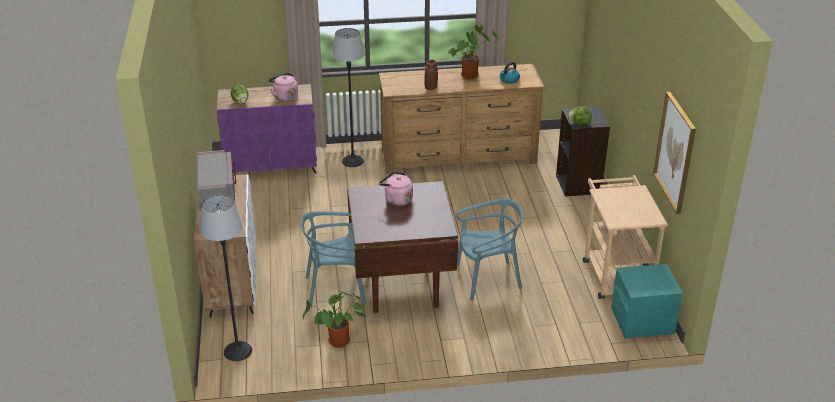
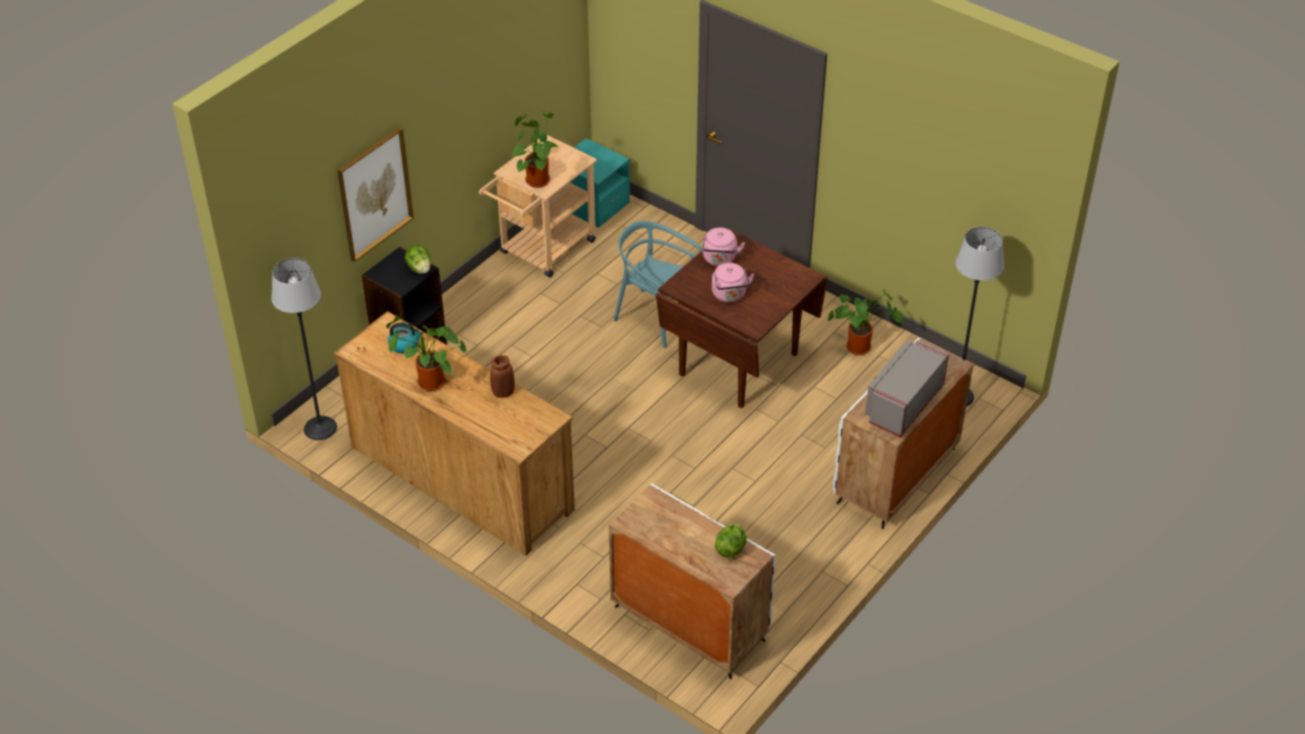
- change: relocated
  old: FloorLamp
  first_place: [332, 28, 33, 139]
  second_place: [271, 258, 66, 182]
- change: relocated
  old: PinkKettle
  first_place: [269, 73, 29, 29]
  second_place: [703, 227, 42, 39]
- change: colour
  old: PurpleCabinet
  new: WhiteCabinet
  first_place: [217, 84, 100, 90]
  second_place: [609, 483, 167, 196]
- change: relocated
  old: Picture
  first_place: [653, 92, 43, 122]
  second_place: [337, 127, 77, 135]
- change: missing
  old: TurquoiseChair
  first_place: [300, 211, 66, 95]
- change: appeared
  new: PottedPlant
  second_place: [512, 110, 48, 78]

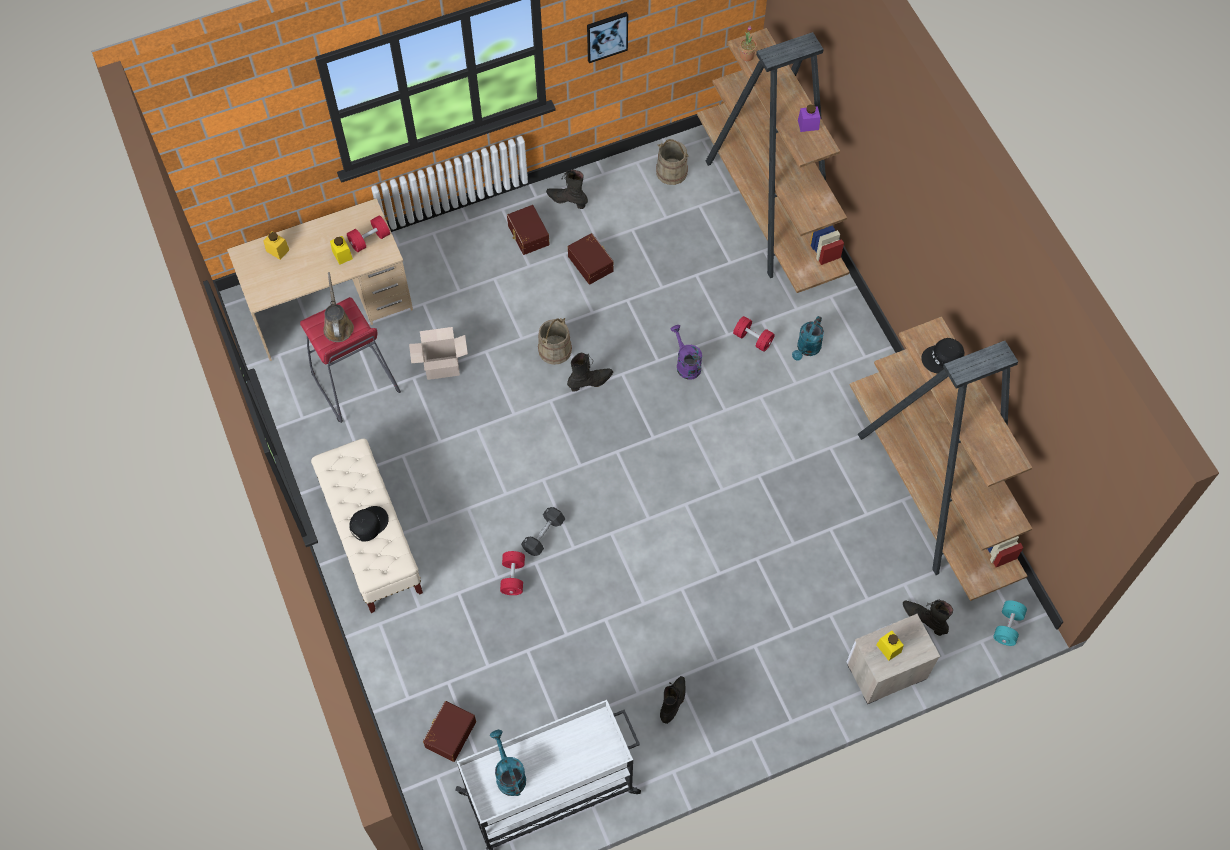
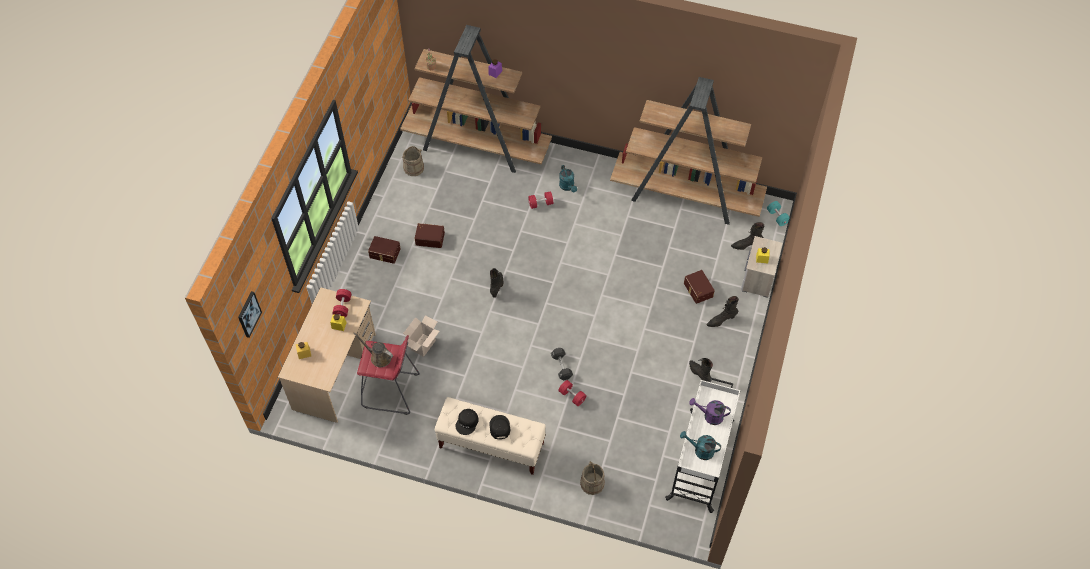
- change: relocated
  old: Picture
  first_place: [587, 12, 41, 51]
  second_place: [238, 291, 24, 47]
- change: relocated
  old: BlackBoot
  first_place: [546, 170, 42, 39]
  second_place: [707, 296, 32, 31]
- change: relocated
  old: BeigeBucket
  first_place: [538, 318, 34, 47]
  second_place: [580, 461, 25, 34]
- change: relocated
  old: PurpleWateringCan
  first_place: [670, 325, 32, 55]
  second_place: [689, 398, 42, 27]
- change: relocated
  old: BlackCap
  first_place: [921, 338, 44, 35]
  second_place: [456, 409, 23, 26]
- change: relocated
  old: BrownStorageBox
  first_place: [423, 701, 53, 61]
  second_place: [684, 270, 31, 34]

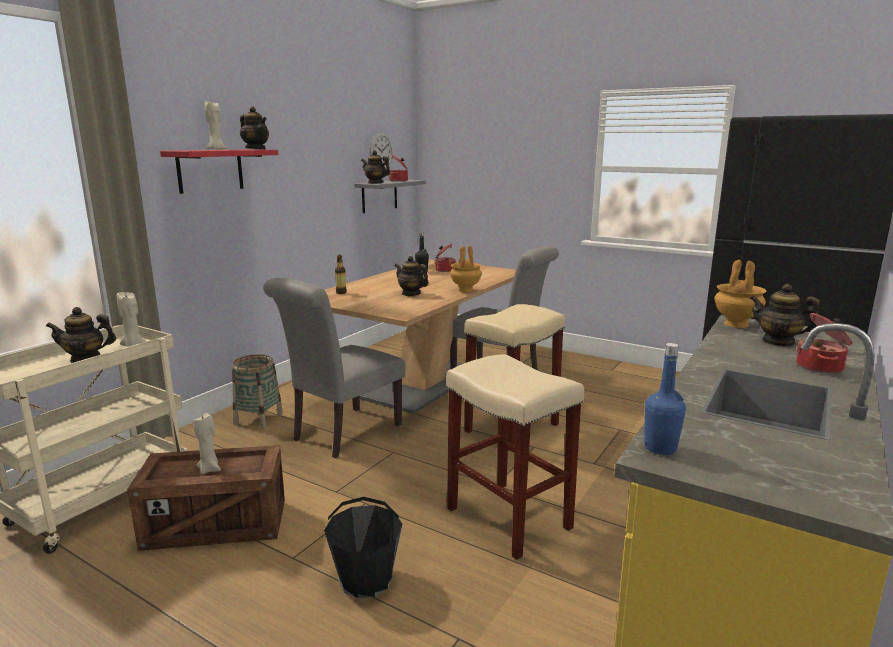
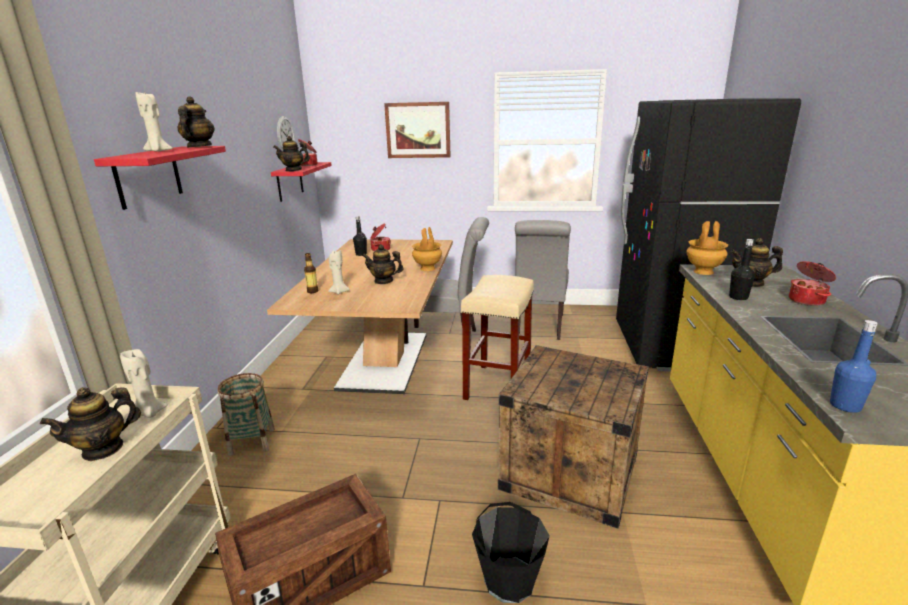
- change: spun
  old: Teapot
  first_place: [240, 106, 29, 43]
  second_place: [177, 96, 38, 52]
  degrees: -105
- change: colour
  old: GreyShelf
  new: RedShelf
  first_place: [354, 180, 72, 33]
  second_place: [271, 162, 61, 40]
- change: relocated
  old: GreyChair
  first_place: [263, 278, 142, 180]
  second_place: [515, 220, 56, 120]
- change: exchanged
  old: BeigeStool
  new: Crate
  first_place: [446, 354, 138, 206]
  second_place: [498, 345, 151, 184]
- change: relocated
  old: BeigeCandle
  first_place: [193, 413, 28, 61]
  second_place: [328, 250, 22, 44]
- change: appeared
  new: Picture
  second_place: [384, 102, 67, 56]
- change: appeared
  new: BlackBottle
  second_place: [729, 239, 26, 61]

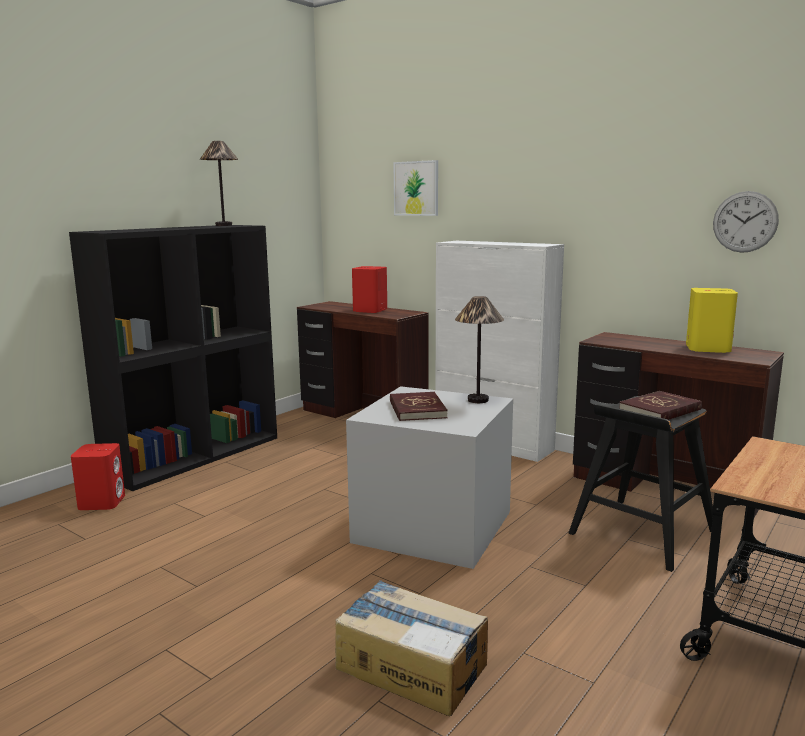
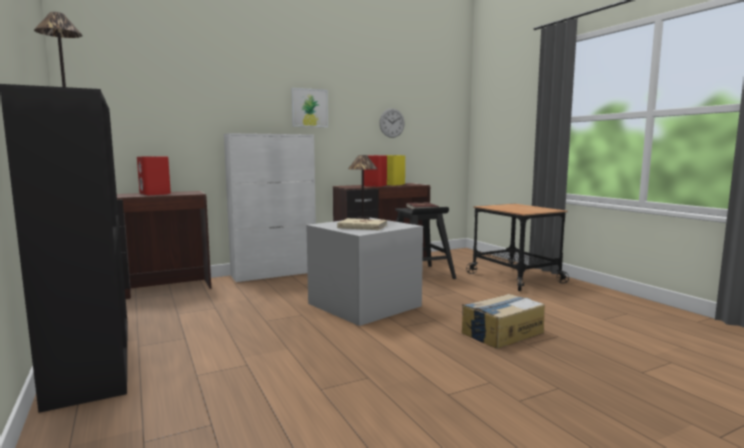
- change: relocated
  old: Picture
  first_place: [393, 160, 45, 56]
  second_place: [291, 88, 37, 39]
- change: colour
  old: RedBook
  new: BeigeBook
  first_place: [390, 392, 58, 29]
  second_place: [337, 218, 50, 12]
- change: relocated
  old: RedSpeaker
  first_place: [71, 443, 54, 67]
  second_place: [364, 155, 23, 32]

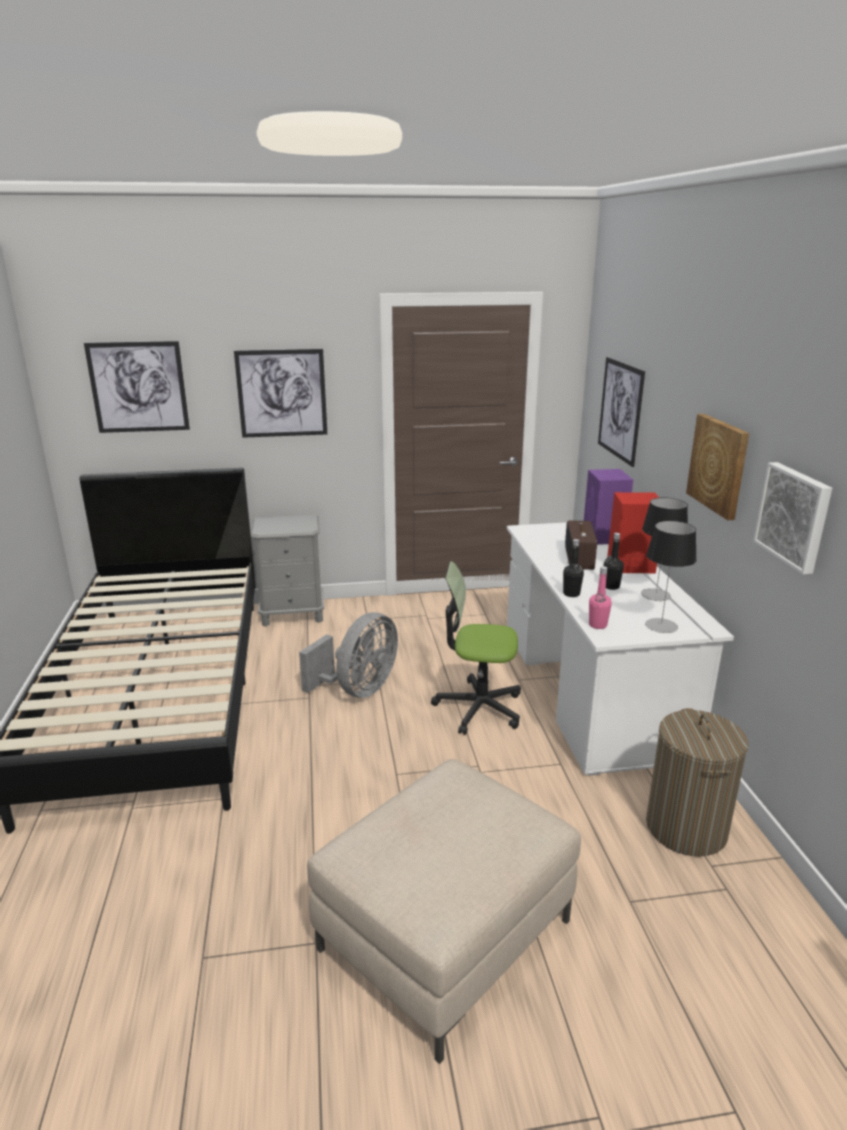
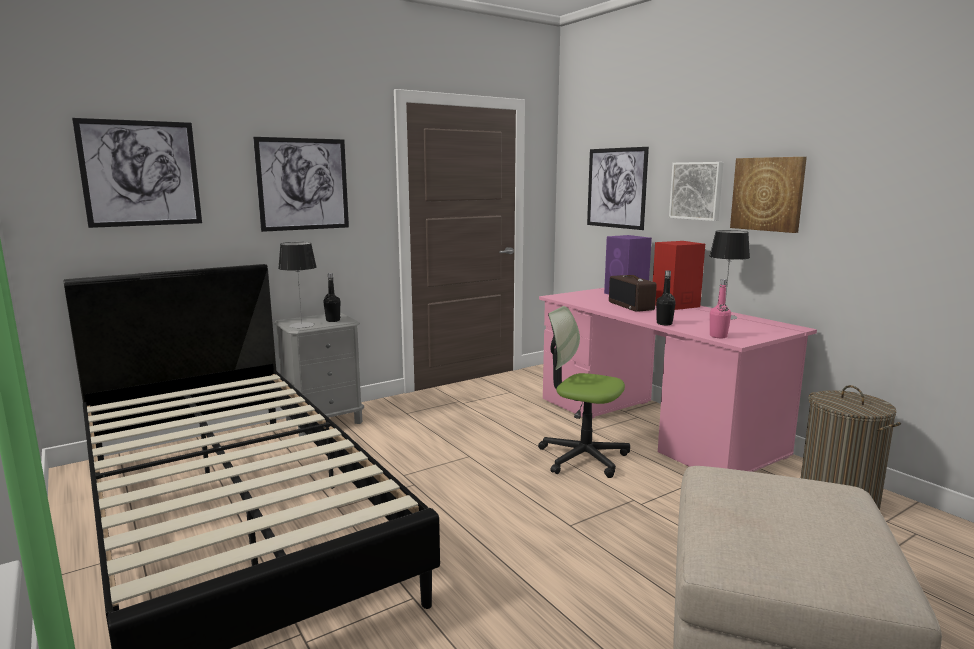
- change: relocated
  old: Picture
  first_place: [753, 462, 79, 112]
  second_place: [669, 162, 55, 59]
- change: relocated
  old: TableLamp
  first_place: [645, 521, 52, 112]
  second_place: [278, 242, 38, 86]
- change: colour
  old: WhiteDesk
  new: PinkDesk
  first_place: [507, 522, 227, 254]
  second_place: [539, 288, 278, 184]
- change: relocated
  old: BlackBottle
  first_place: [603, 533, 21, 57]
  second_place: [323, 273, 18, 49]
- change: spun
  old: OfficeChair
  first_place: [431, 561, 90, 174]
  second_place: [538, 306, 92, 172]
  degrees: 45
- change: missing
  old: GreyFan
  first_place: [299, 612, 99, 86]

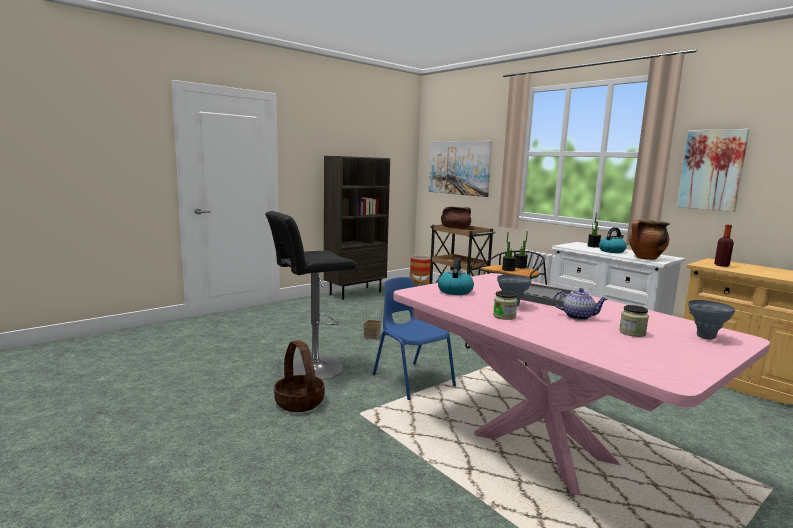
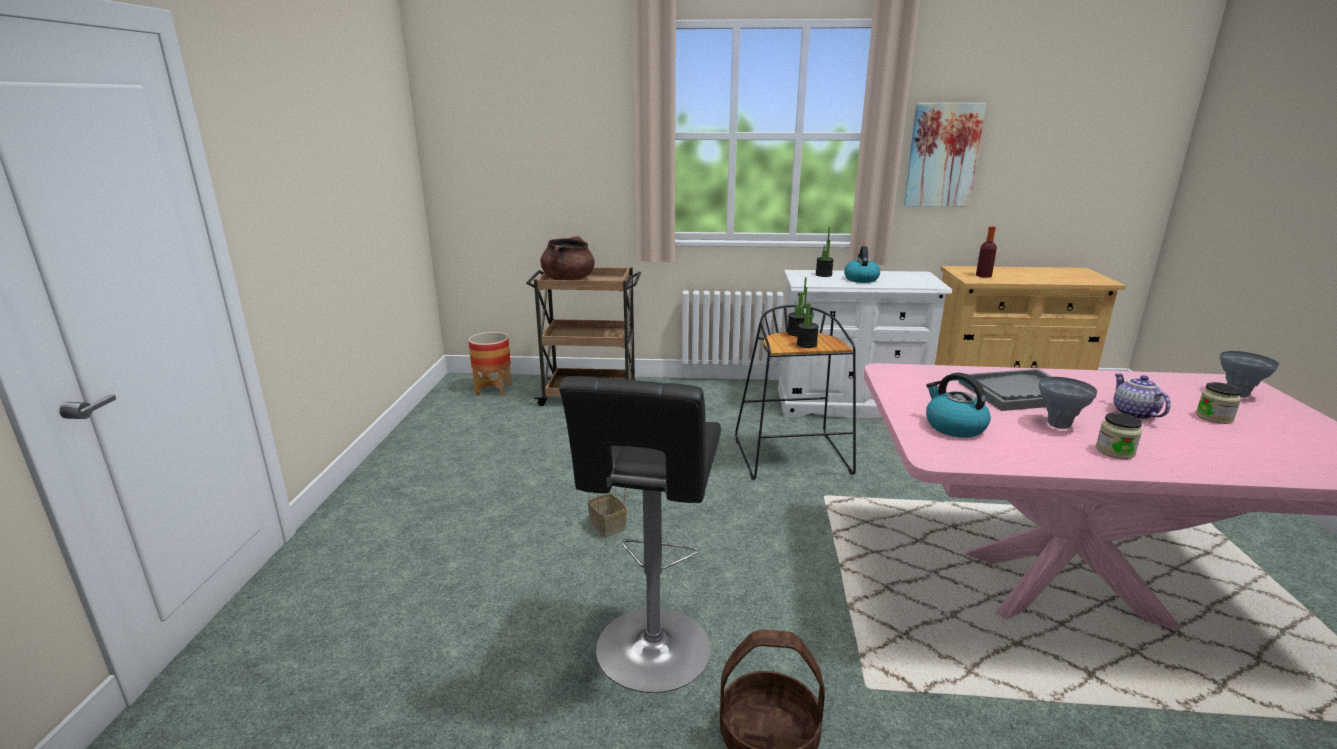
- change: missing
  old: Picture
  first_place: [428, 141, 64, 56]
- change: missing
  old: BrownBookcase
  first_place: [324, 156, 66, 144]
- change: missing
  old: CookingPot
  first_place: [629, 220, 40, 40]
- change: missing
  old: BlueChair
  first_place: [373, 277, 83, 123]
- change: spun
  old: Teapot
  first_place: [553, 288, 55, 32]
  second_place: [1113, 374, 58, 45]
  degrees: -75

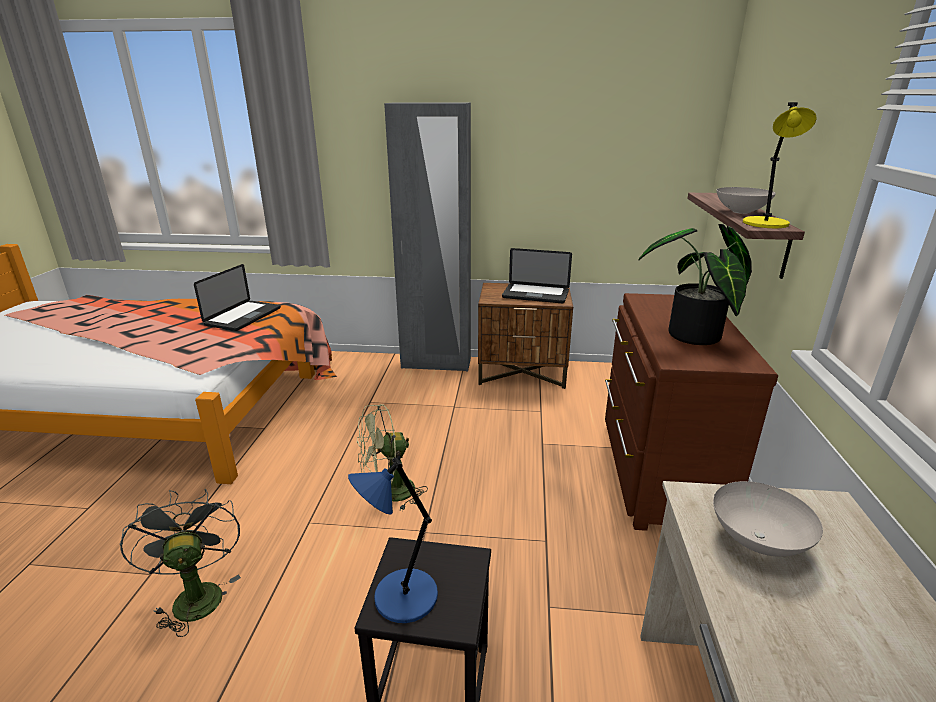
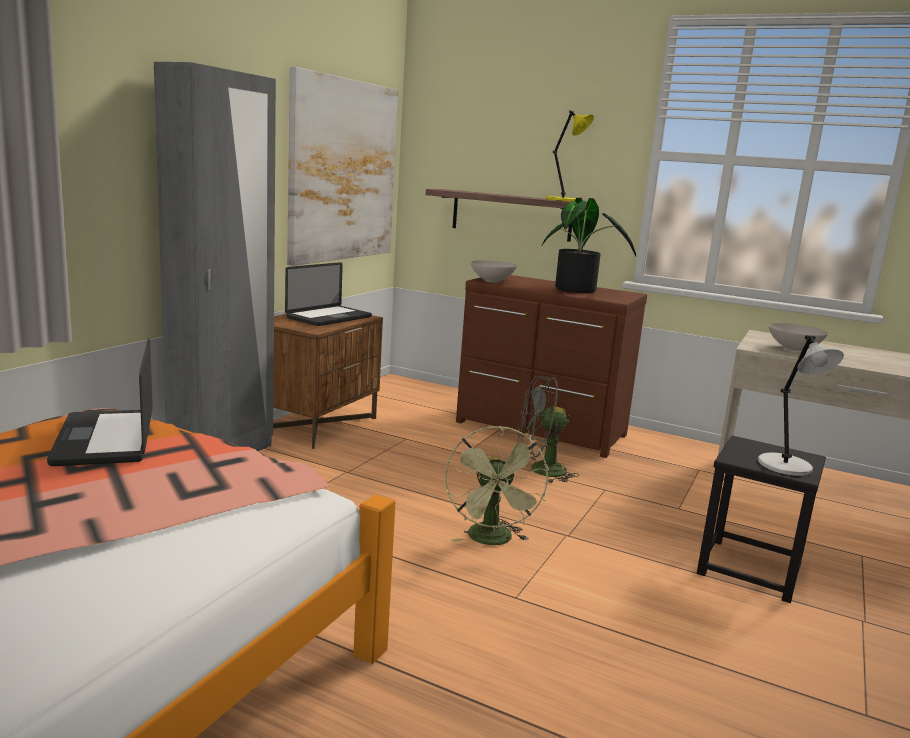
- change: relocated
  old: WhiteBowl
  first_place: [716, 187, 60, 27]
  second_place: [470, 260, 47, 23]
- change: spun
  old: Laptop
  first_place: [194, 264, 87, 67]
  second_place: [47, 339, 106, 127]
  degrees: -150
- change: colour
  old: BlueTableLamp
  new: GreyTableLamp
  first_place: [348, 457, 90, 166]
  second_place: [758, 335, 86, 141]
- change: relocated
  old: GreyFan
  first_place: [120, 489, 121, 148]
  second_place: [517, 376, 62, 107]
- change: appeared
  new: Picture
  second_place: [287, 67, 111, 199]

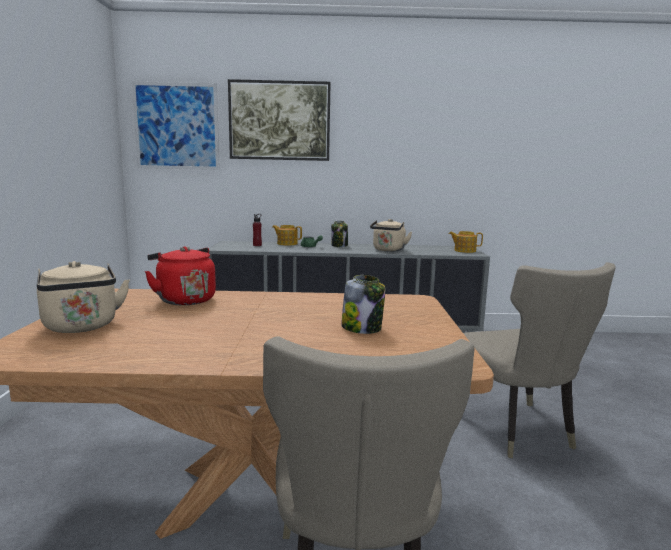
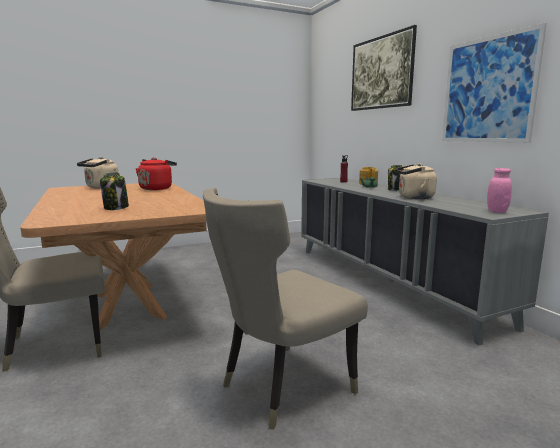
- change: relocated
  old: Picture
  first_place: [132, 82, 88, 88]
  second_place: [442, 23, 105, 120]
- change: exchanged
  old: Teapot
  new: PinkJar
  first_place: [449, 231, 34, 22]
  second_place: [487, 168, 25, 45]

